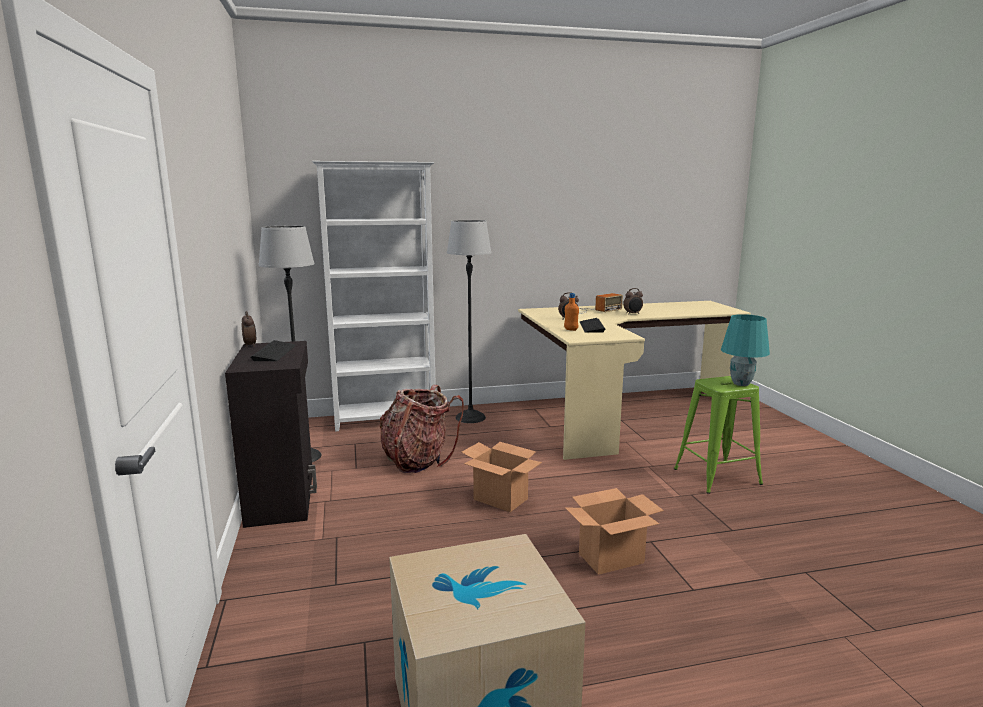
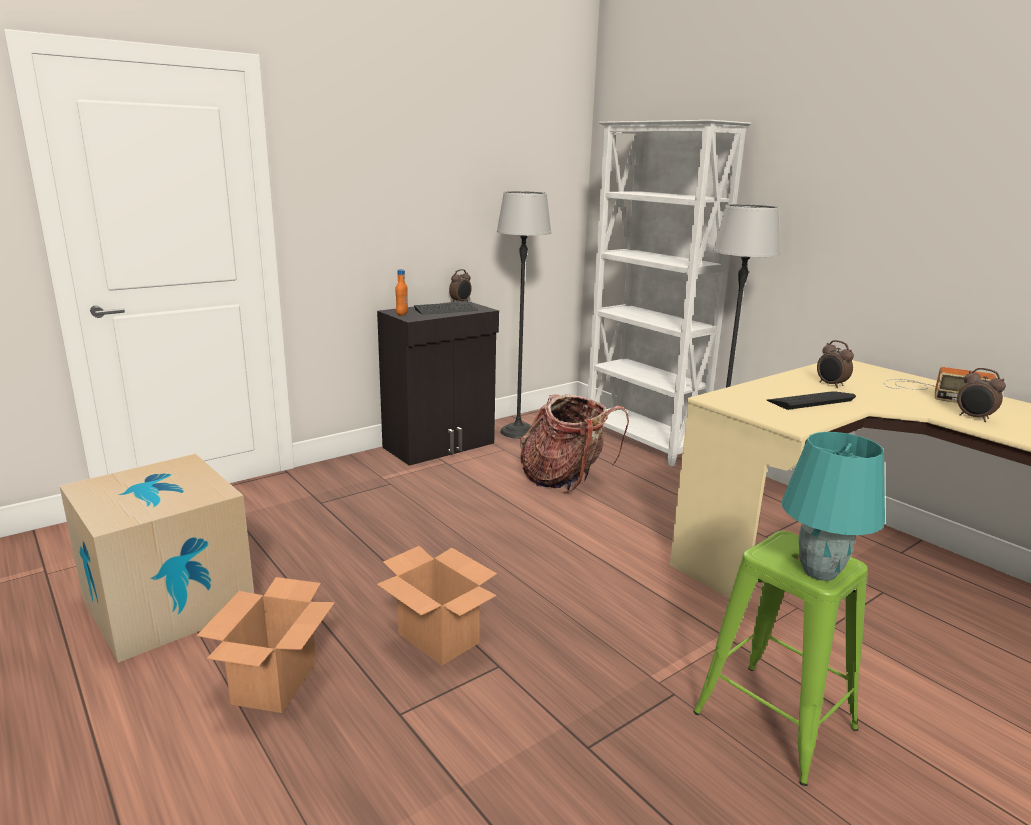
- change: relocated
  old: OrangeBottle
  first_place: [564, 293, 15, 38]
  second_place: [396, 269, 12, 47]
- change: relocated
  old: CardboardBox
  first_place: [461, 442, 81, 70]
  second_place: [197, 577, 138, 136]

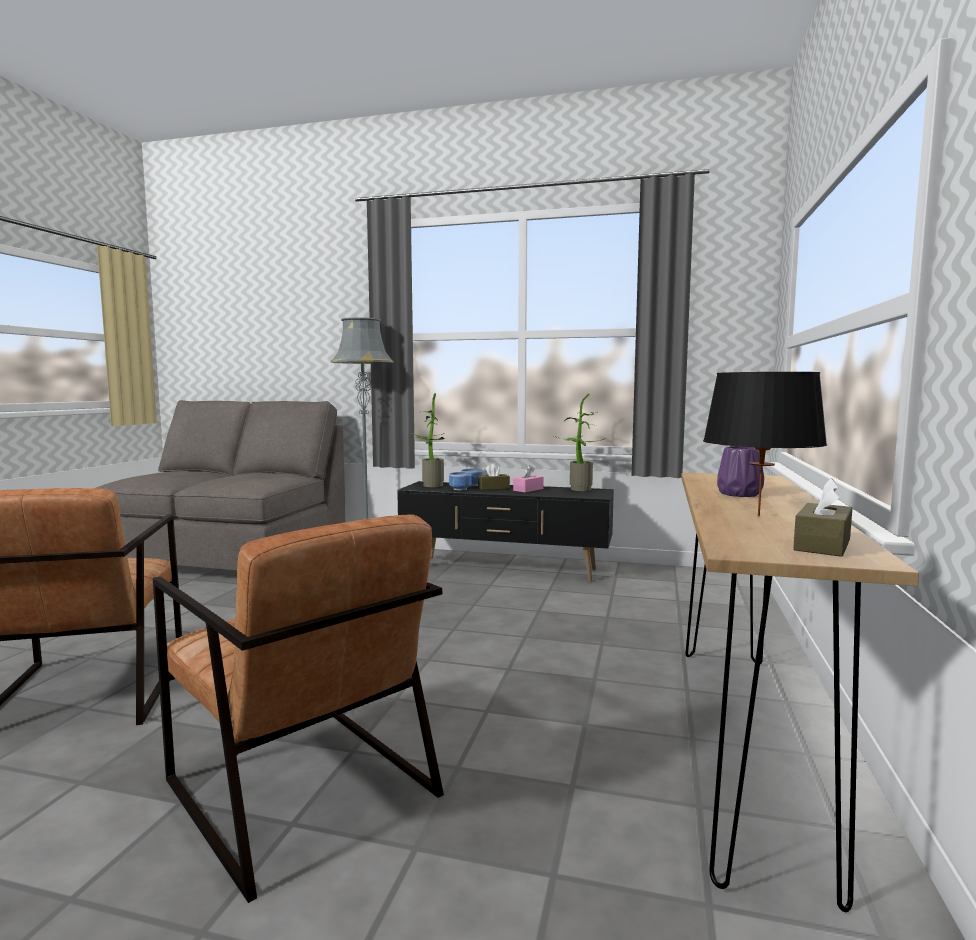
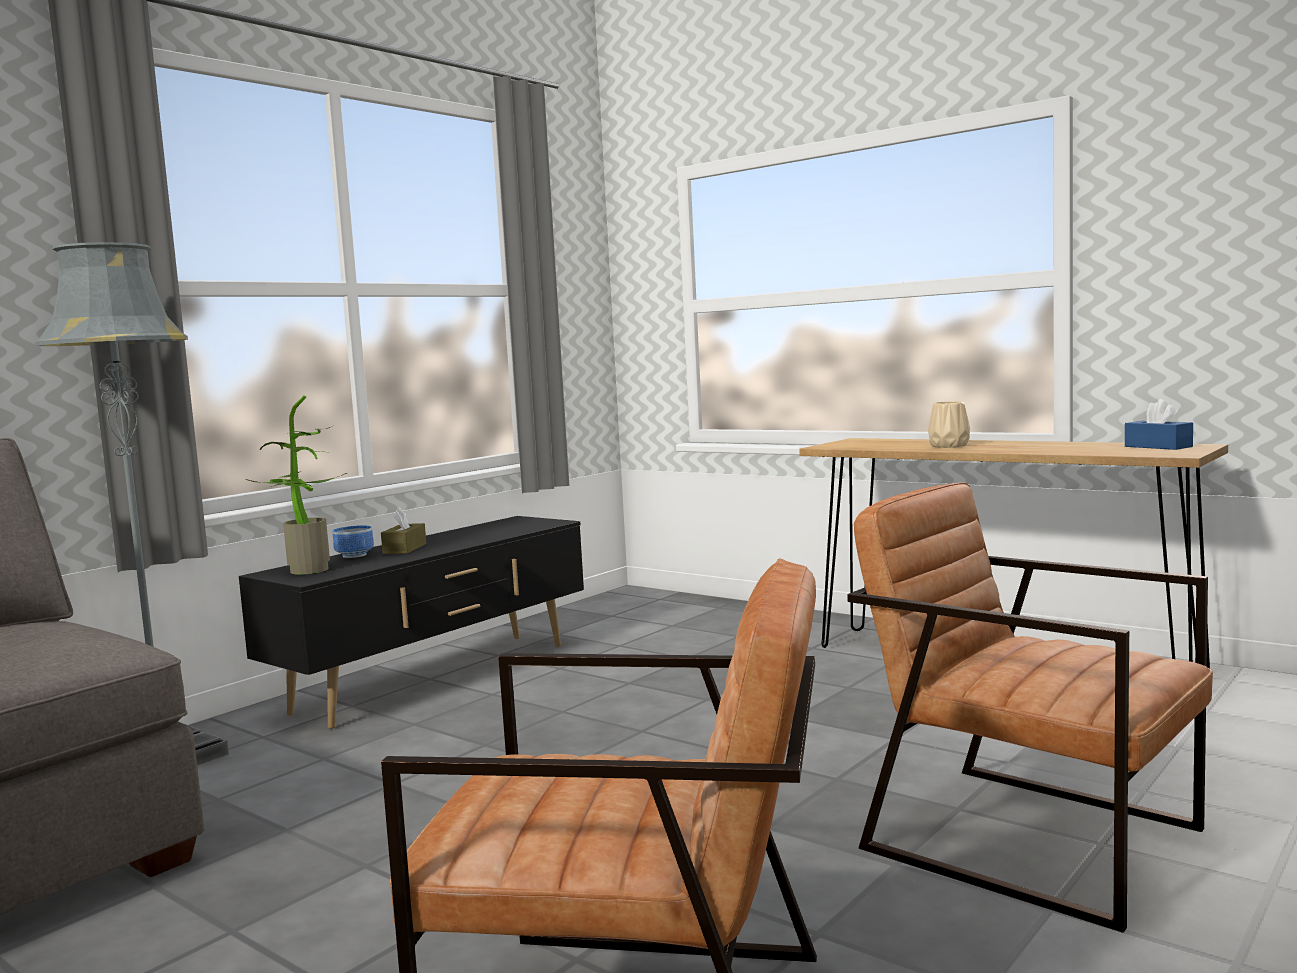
- change: missing
  old: BlackTableLamp
  first_place: [703, 372, 124, 144]
- change: missing
  old: PottedPlant
  first_place: [554, 393, 52, 98]
- change: colour
  old: PurpleVase
  new: BeigeVase
  first_place: [717, 446, 47, 51]
  second_place: [928, 401, 42, 47]
- change: missing
  old: PinkTissueBox
  first_place: [513, 465, 31, 27]
- change: missing
  old: Bowl
  first_place: [449, 472, 23, 18]
- change: colour
  old: BrownTissueBox
  new: BlueTissueBox
  first_place: [793, 478, 59, 79]
  second_place: [1125, 399, 68, 51]
- change: spun
  old: BrownArmchair
  first_place: [153, 514, 291, 389]
  second_place: [848, 483, 365, 450]
  degrees: -120

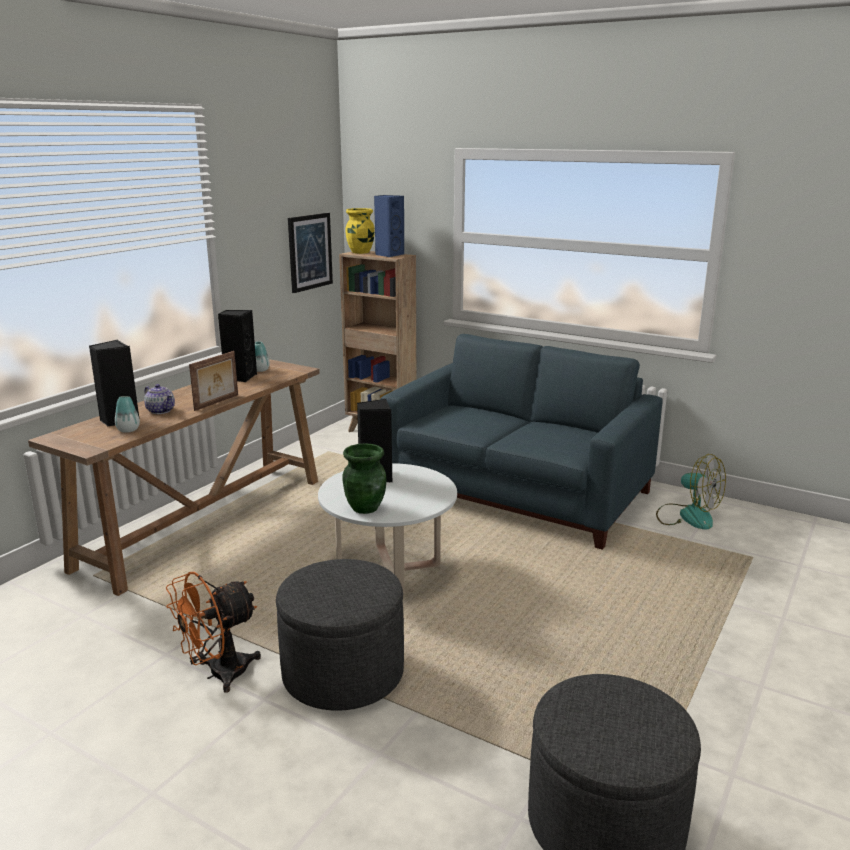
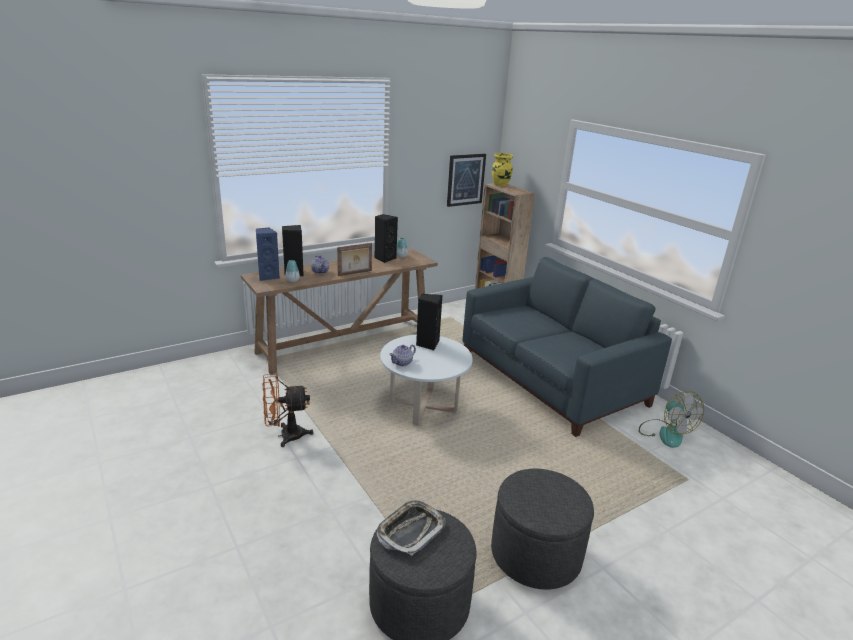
- change: relocated
  old: BlueSpeaker
  first_place: [374, 195, 30, 62]
  second_place: [256, 228, 24, 53]
- change: exchanged
  old: GreenVase
  new: Teapot
  first_place: [343, 443, 43, 71]
  second_place: [389, 345, 27, 21]
- change: relocated
  old: GreyOttoman
  first_place: [276, 559, 128, 152]
  second_place: [491, 468, 103, 121]
- change: appeared
  new: Tray
  second_place: [377, 499, 69, 57]

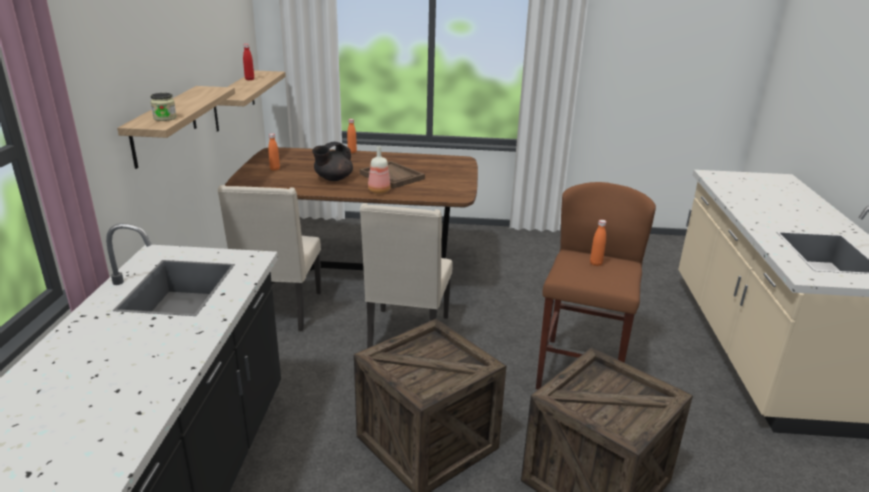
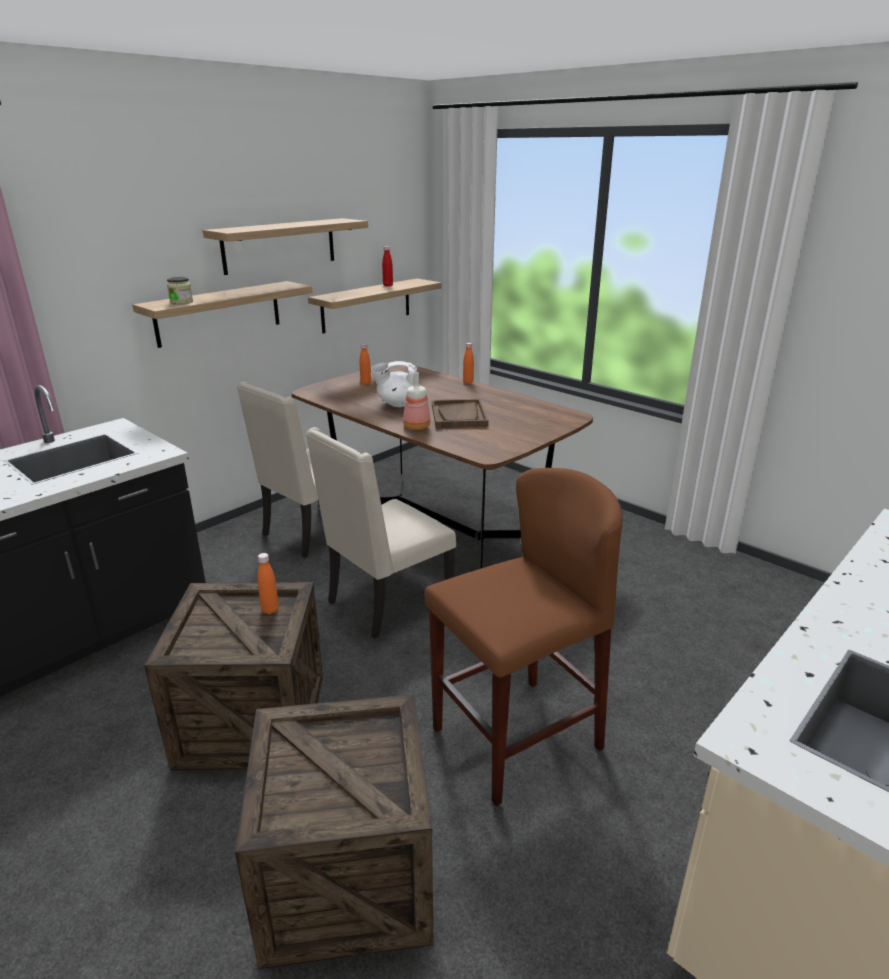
- change: colour
  old: BlackTeapot
  new: WhiteTeapot
  first_place: [312, 142, 41, 39]
  second_place: [371, 361, 46, 46]
- change: relocated
  old: OrangeBottle
  first_place: [590, 220, 16, 46]
  second_place: [257, 553, 22, 61]
- change: appeared
  new: Shelf
  second_place: [203, 218, 165, 57]

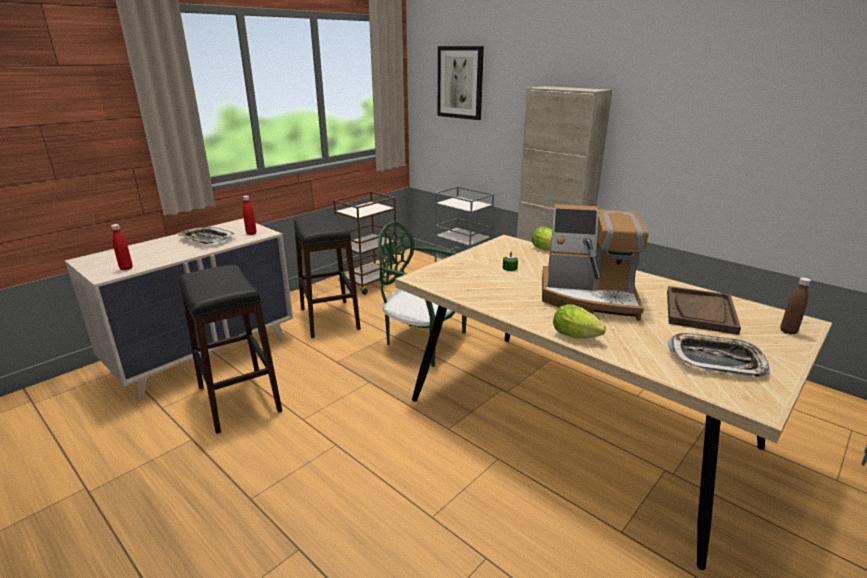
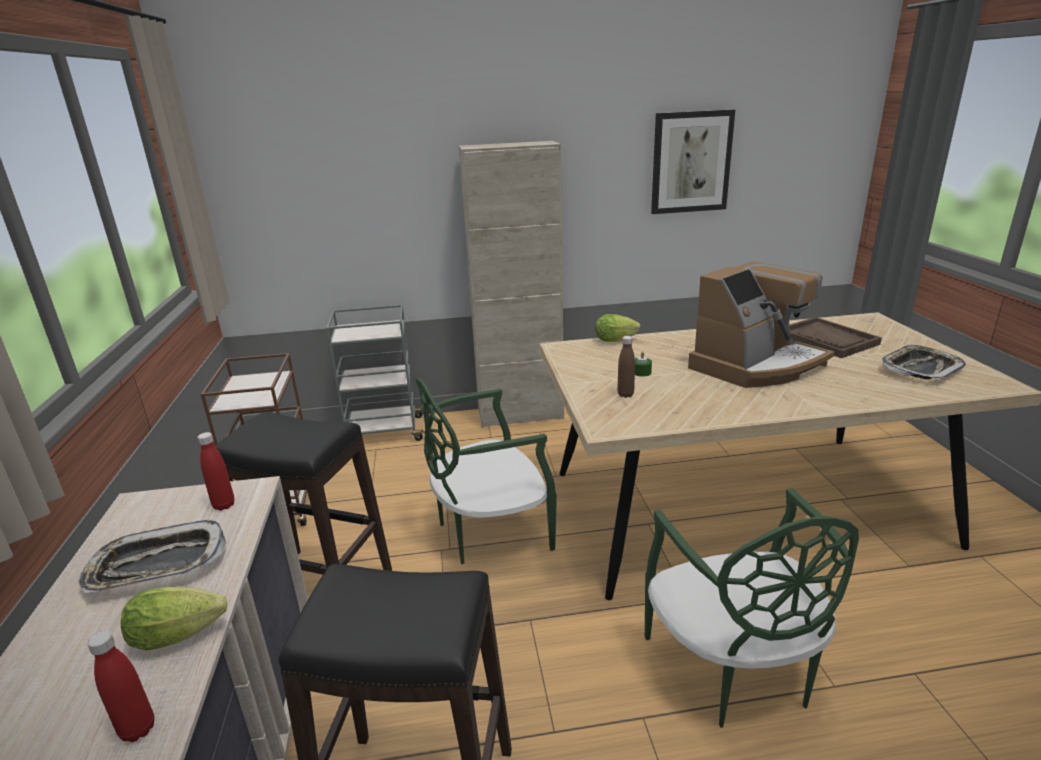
- change: relocated
  old: Picture
  first_place: [438, 46, 46, 74]
  second_place: [651, 110, 84, 104]
- change: relocated
  old: BrownBottle
  first_place: [780, 277, 31, 58]
  second_place: [617, 336, 18, 62]
- change: relocated
  old: Lettuce
  first_place: [553, 304, 53, 35]
  second_place: [121, 587, 106, 63]
- change: appeared
  new: GreenChair
  second_place: [645, 488, 214, 240]

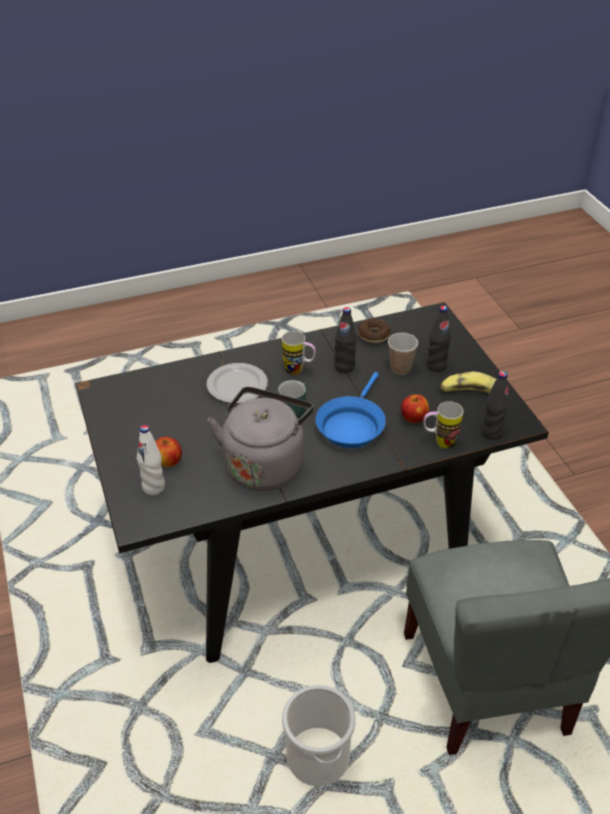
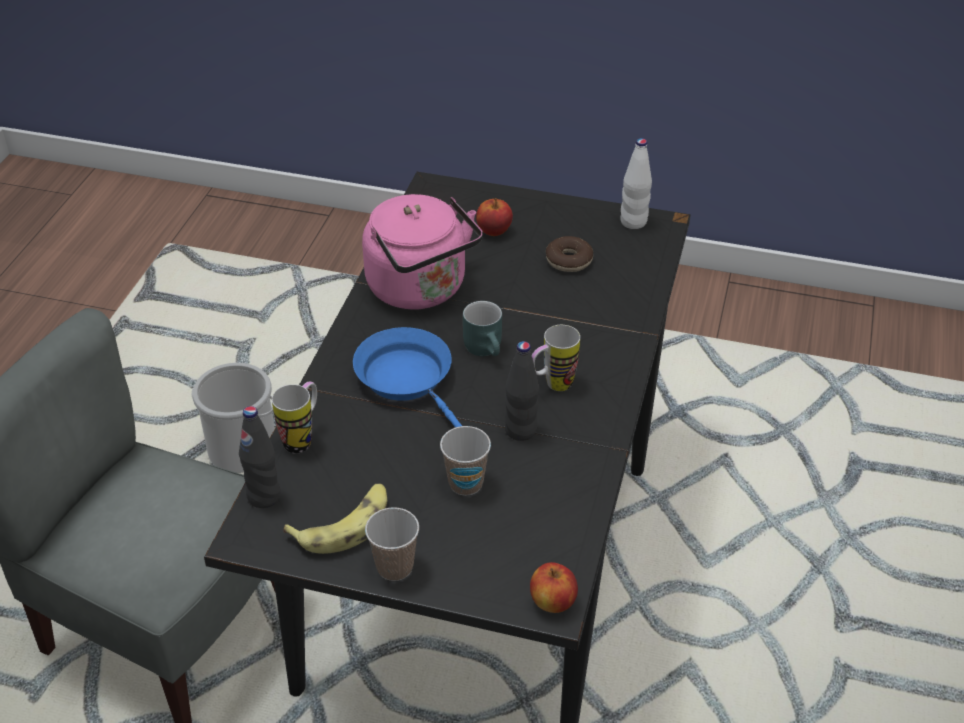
- change: missing
  old: BlackBottle
  first_place: [427, 306, 24, 66]
- change: relocated
  old: Donut
  first_place: [358, 319, 33, 24]
  second_place: [546, 236, 47, 36]
- change: missing
  old: Plate
  first_place: [206, 363, 62, 40]
- change: colour
  old: GreyKettle
  new: PinkKettle
  first_place: [207, 387, 107, 104]
  second_place: [362, 194, 121, 115]
- change: relocated
  old: Apple
  first_place: [401, 394, 28, 29]
  second_place: [530, 562, 48, 51]
- change: relocated
  old: WhiteBottle
  first_place: [137, 425, 28, 70]
  second_place: [620, 138, 32, 91]
- change: appeared
  new: Cup
  second_place: [365, 507, 54, 74]

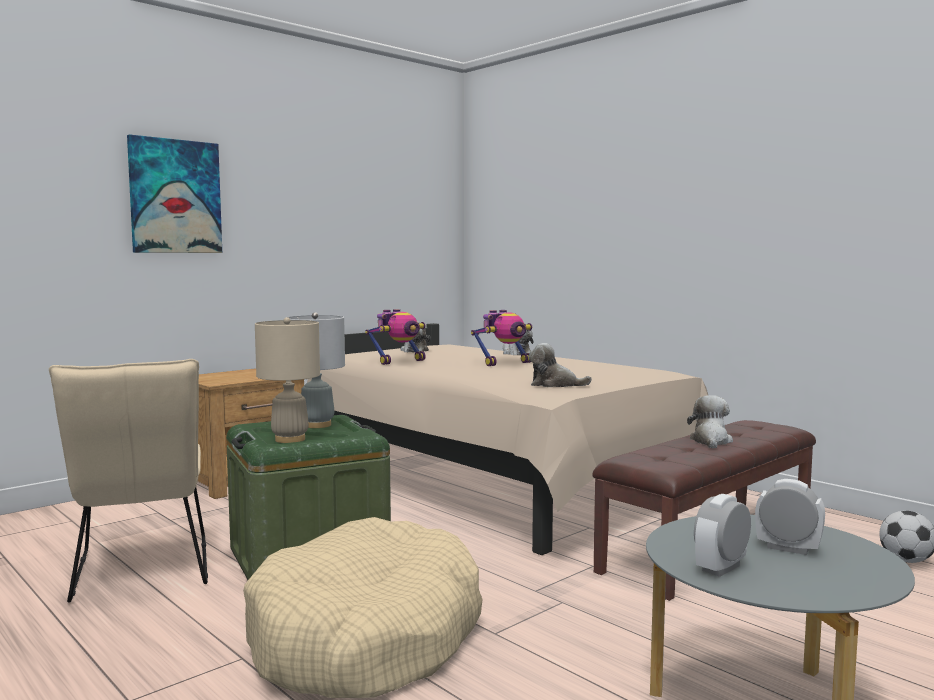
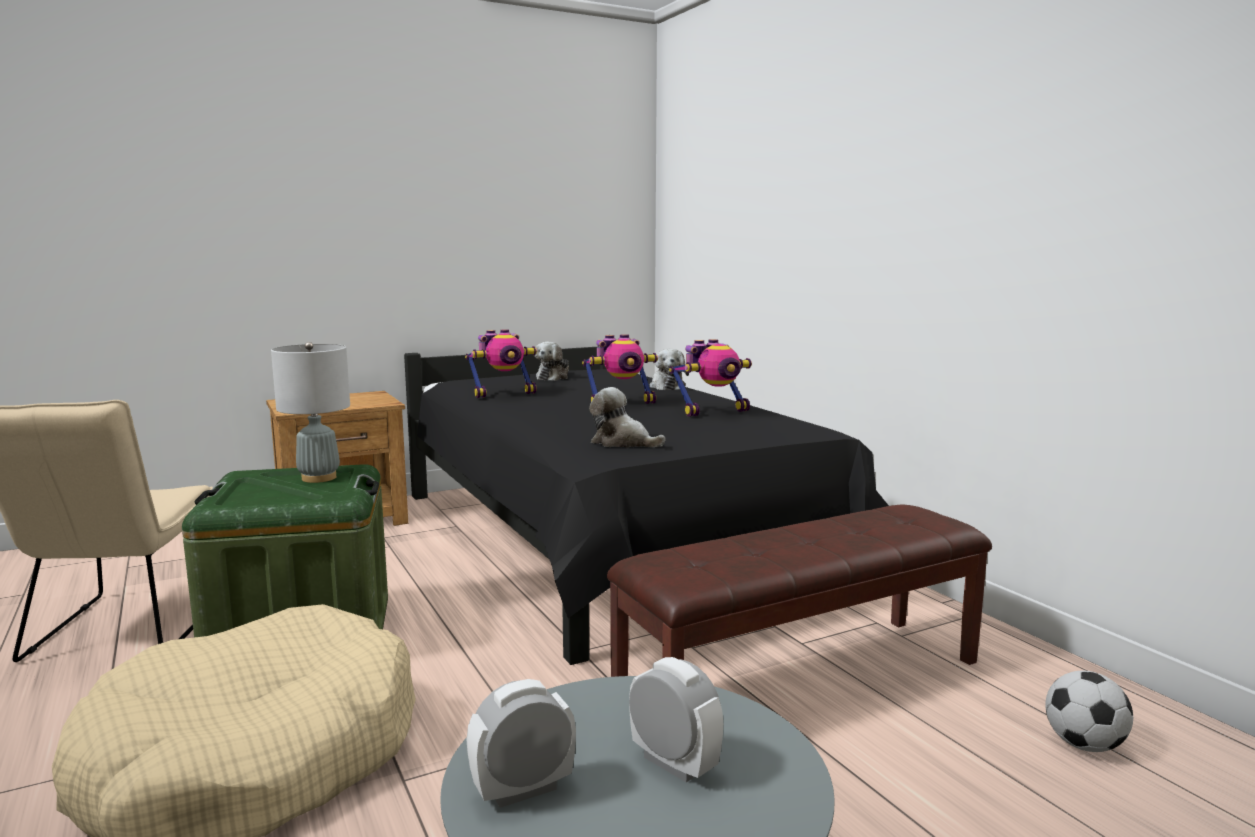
- change: missing
  old: Picture
  first_place: [127, 134, 95, 119]
- change: missing
  old: BeigeTableLamp
  first_place: [255, 317, 65, 126]
- change: colour
  old: BeigeBed
  new: BlackBed
  first_place: [304, 323, 404, 232]
  second_place: [404, 346, 485, 319]
- change: missing
  old: PlushToy
  first_place: [687, 395, 46, 54]
- change: appeared
  new: ToyRobot
  second_place: [669, 339, 83, 78]

